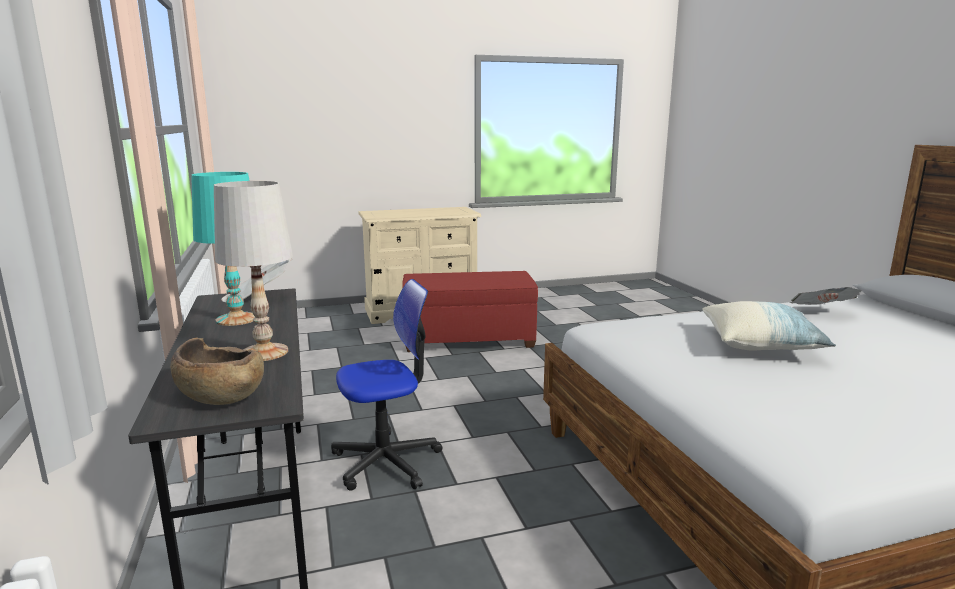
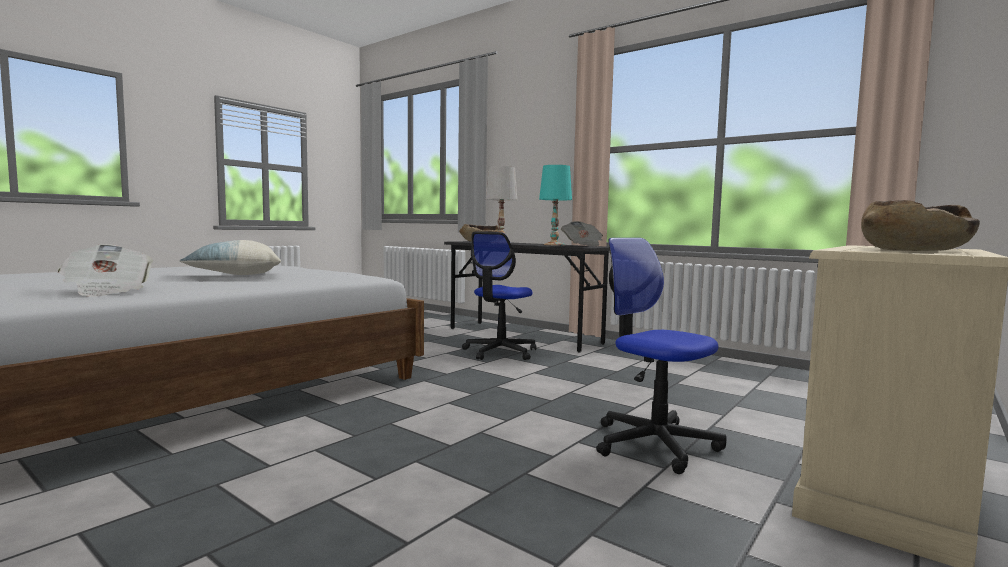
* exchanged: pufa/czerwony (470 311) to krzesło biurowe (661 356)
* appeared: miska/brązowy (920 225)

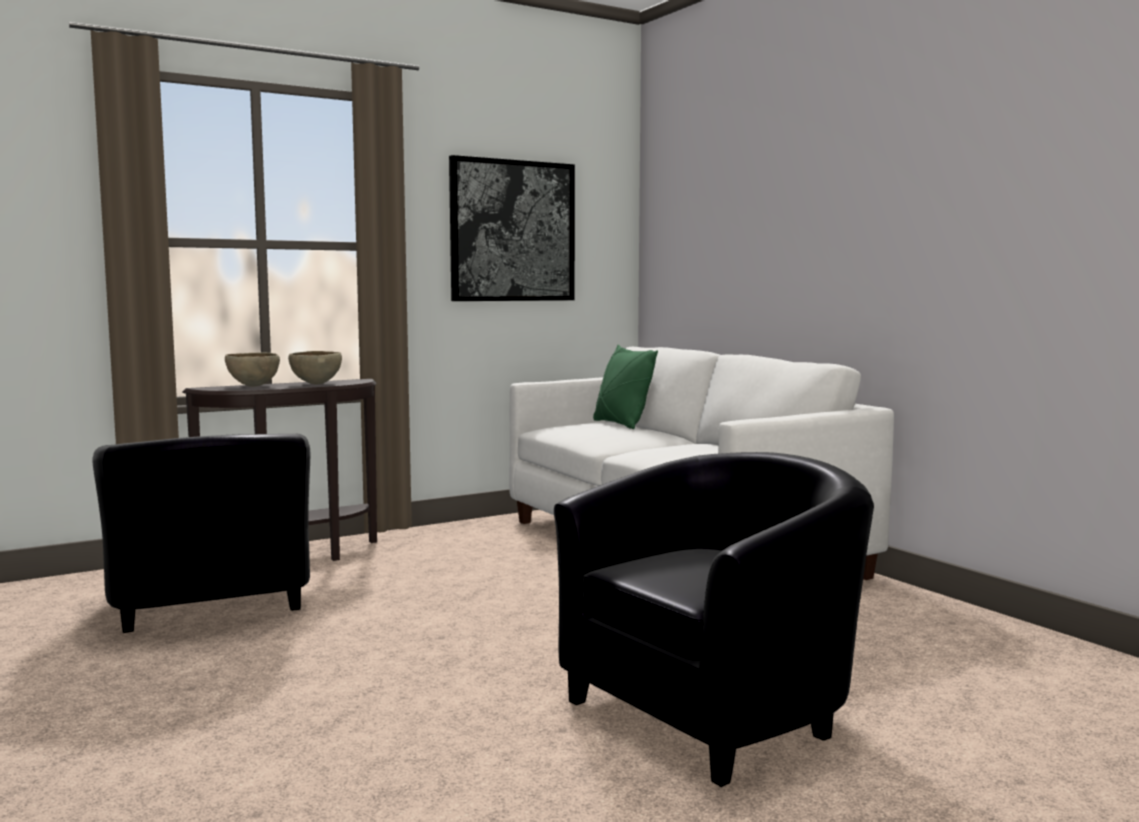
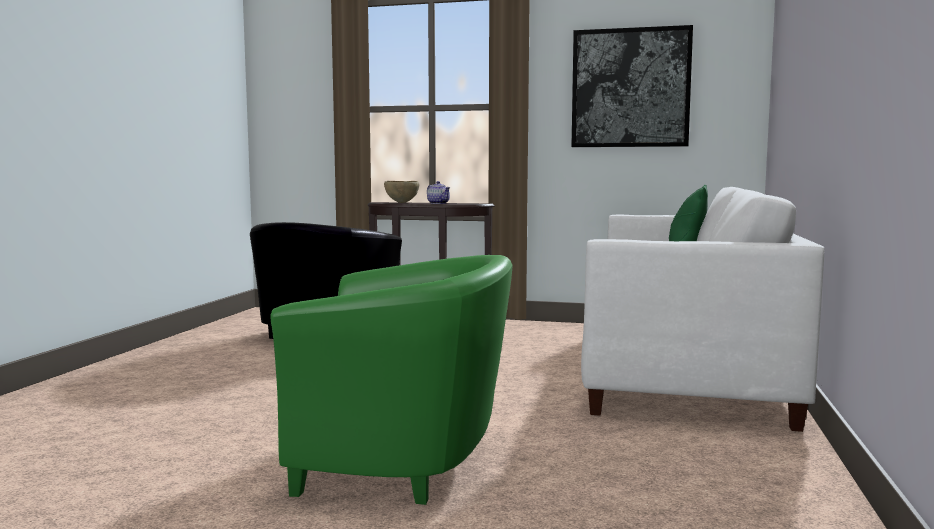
* exchanged: miska/brązowy (315 368) to imbryk (438 192)
* colour: fotel/czarny (714 619) to fotel/zielony (392 380)

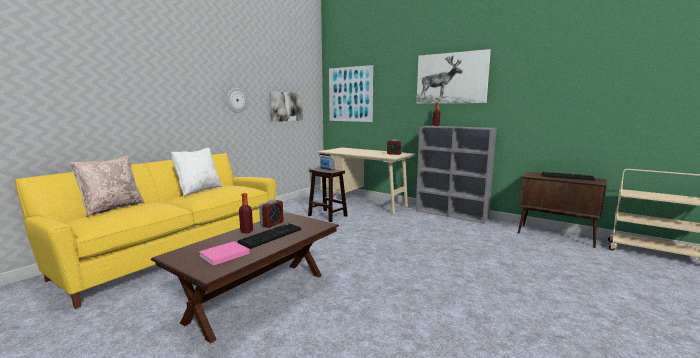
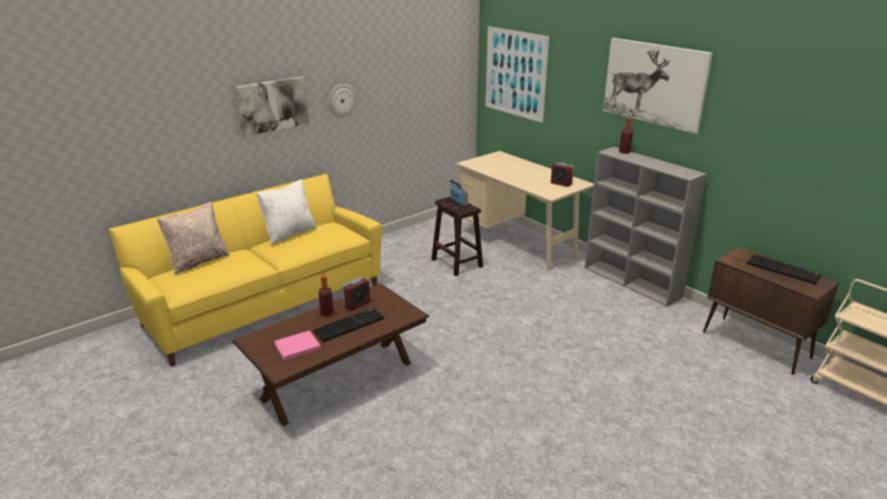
* relocated: obraz (286 107) to (272 106)

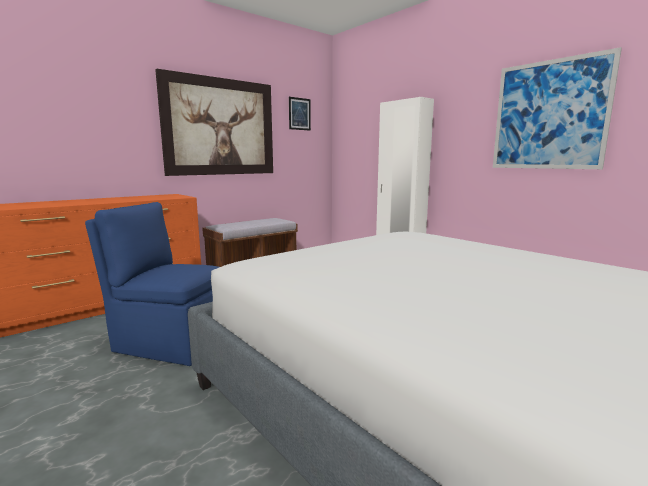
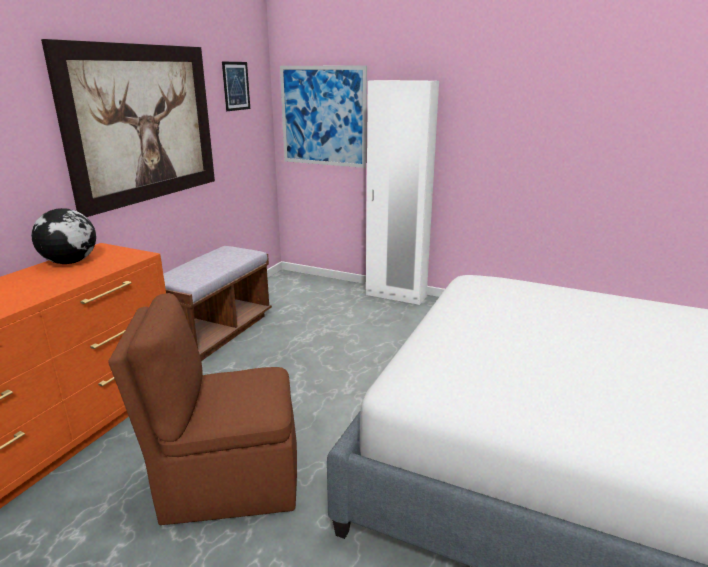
* colour: krzesło/niebieski (152 284) to krzesło/brązowy (202 409)
* relocated: obraz (557 108) to (323 117)
* appeared: globus (63 236)

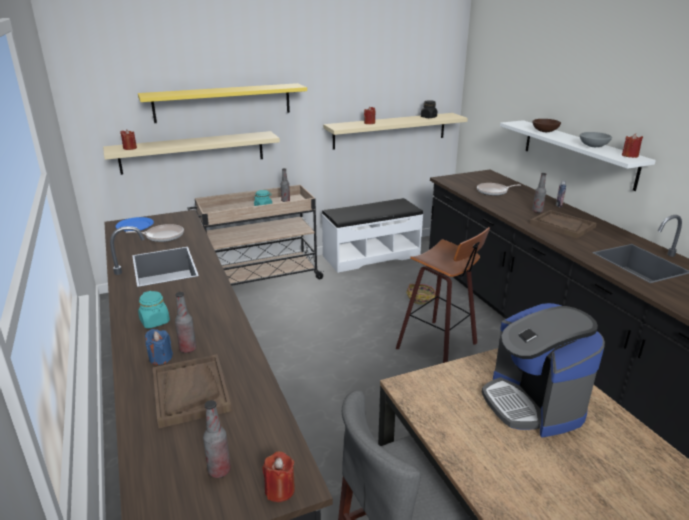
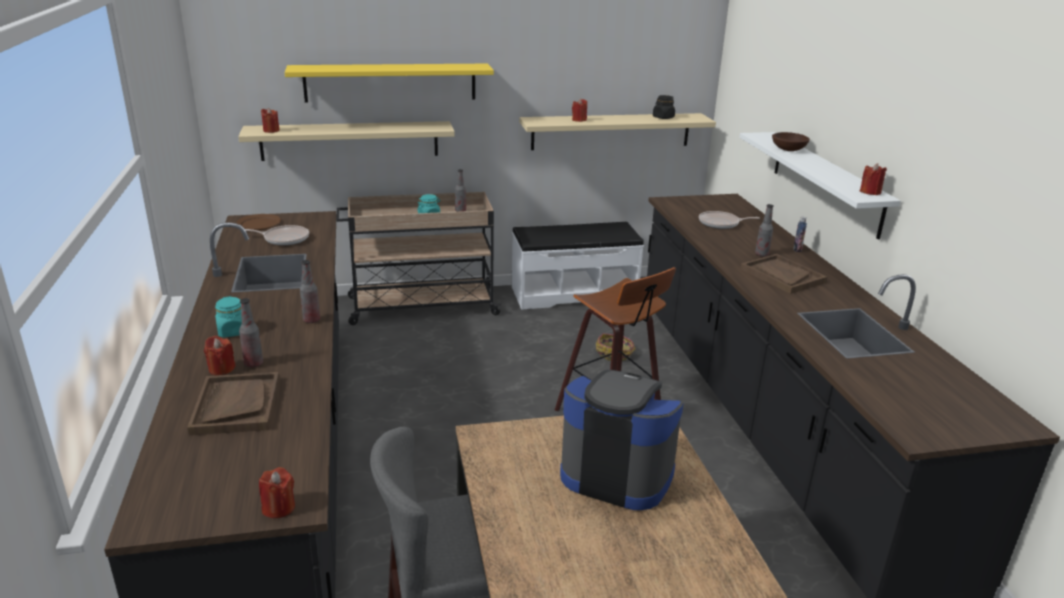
* colour: talerz/niebieski (135 224) to talerz/brązowy (258 222)
* colour: świeca/niebieski (159 347) to świeca/czerwony (220 355)
* relocated: butelka (217 439) to (310 291)
* spun: ekspres do kawy (543 370) = (622 440) 120 degrees clockwise
* missing: miska/szary (596 139)

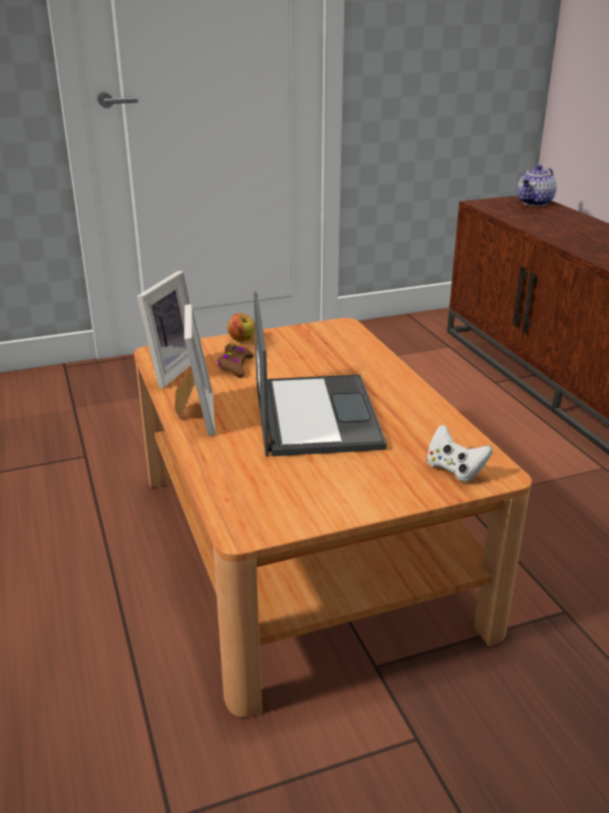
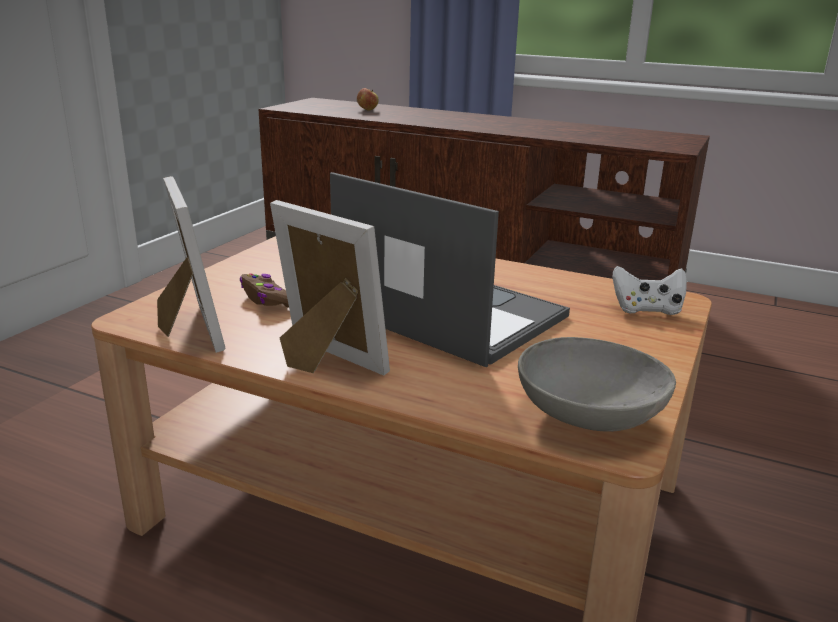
* relocated: jabłko (241 327) to (368 99)
* missing: imbryk (537 185)
* appeared: miska/szary (597 384)

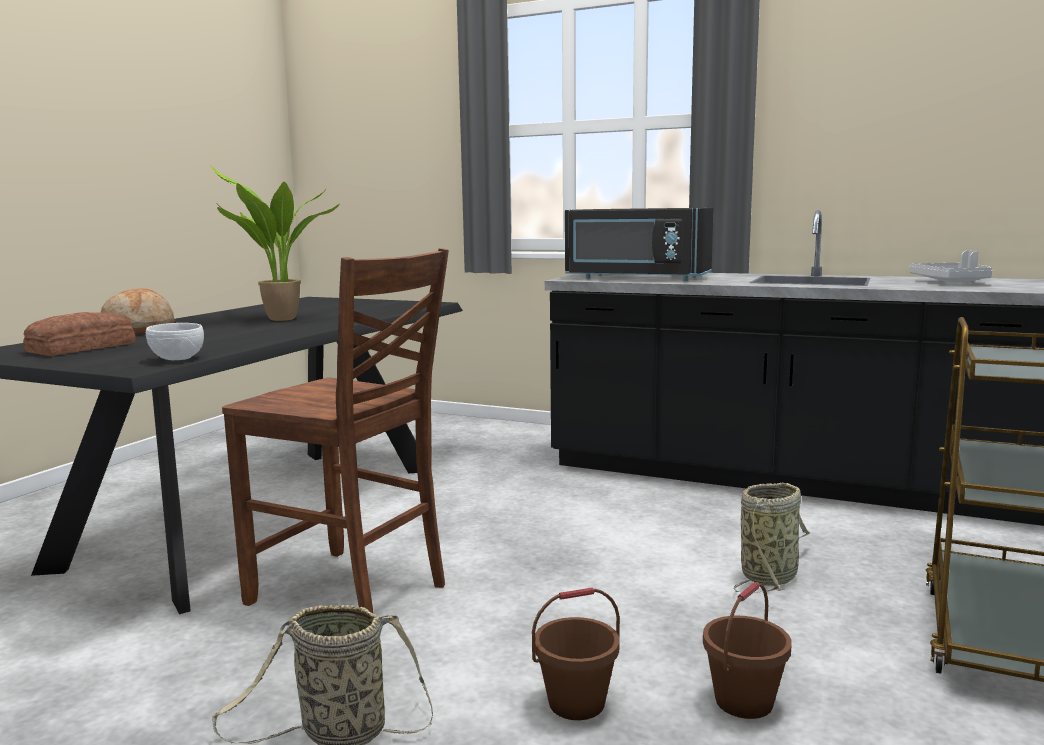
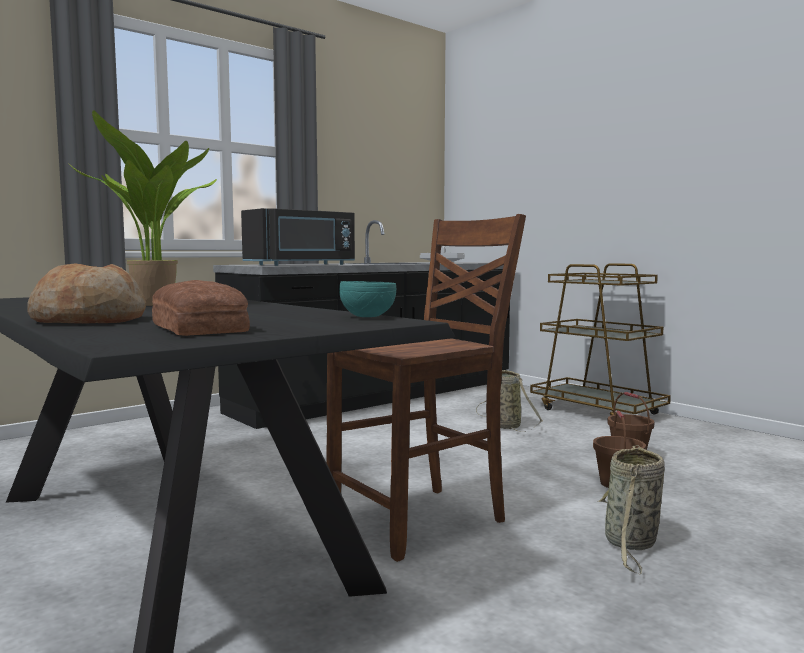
* colour: miska/biały (175 341) to miska/turkusowy (367 299)

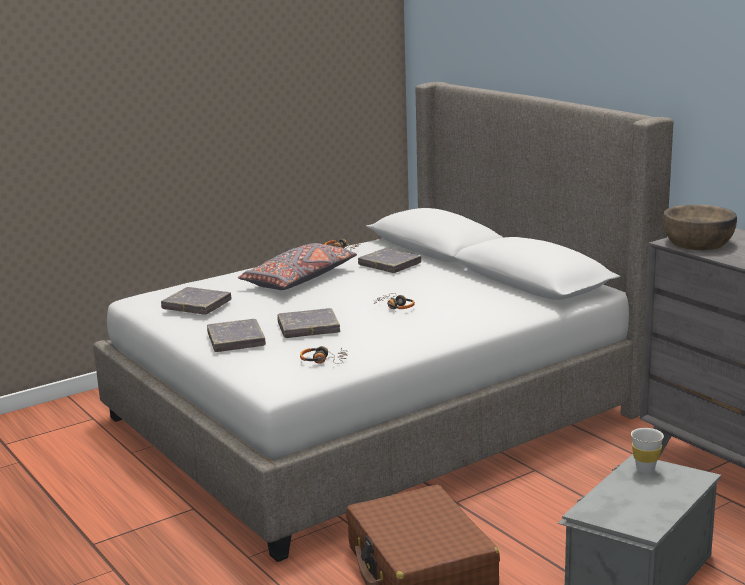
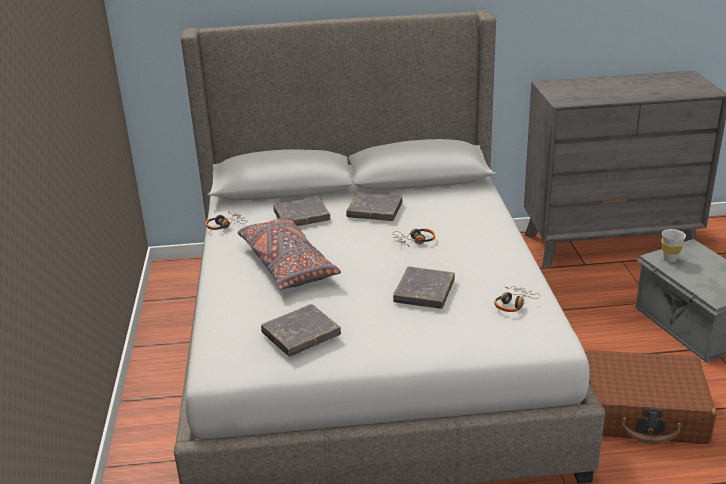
* relocated: książka/szary (236 335) to (374 207)
* missing: miska/brązowy (700 227)

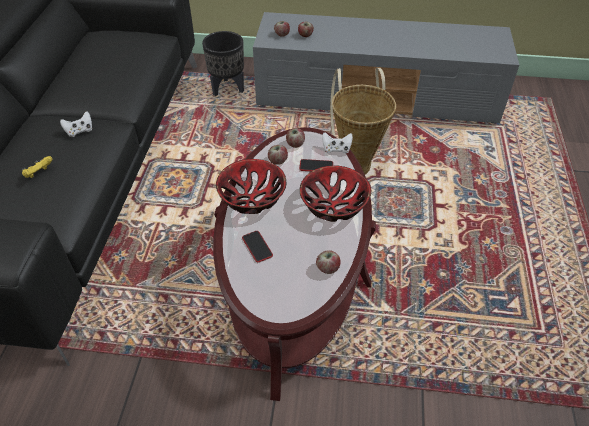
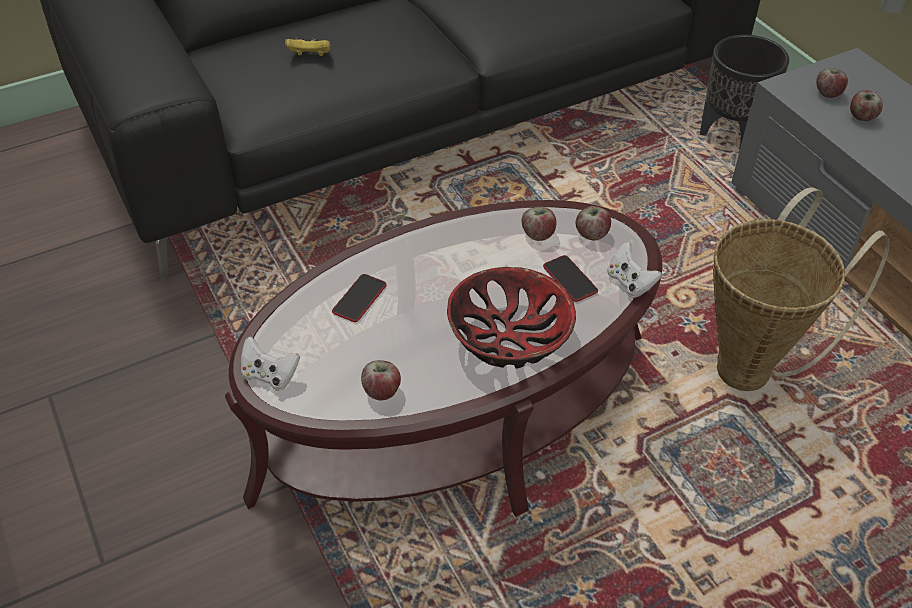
* relocated: pad do gier/biały (76 124) to (270 364)
* missing: miska (251 186)

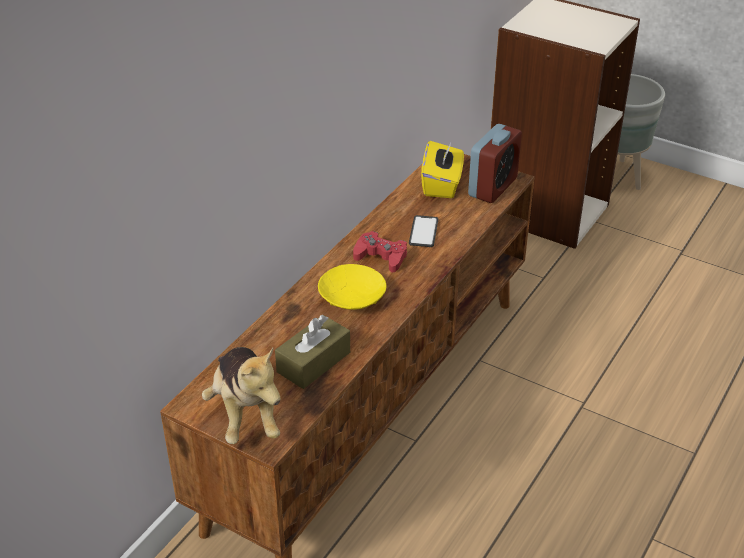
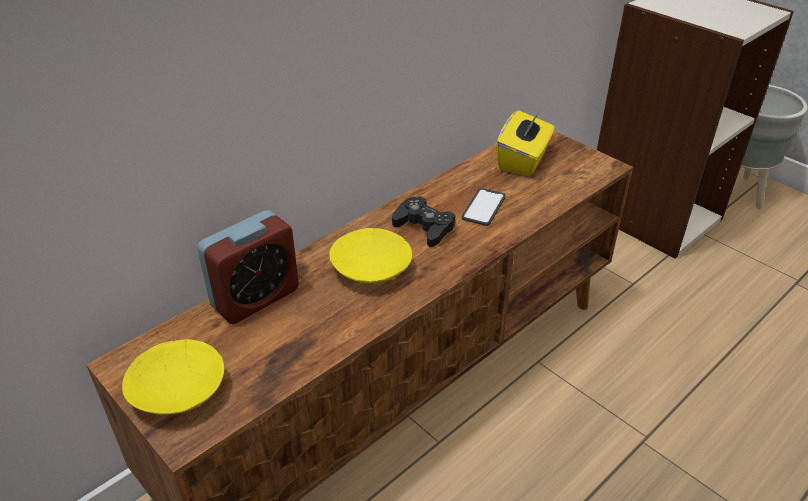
* exchanged: pluszak (241 395) to miska/żółty (173 377)
* missing: pudełko chusteczek/brązowy (312 352)
* colour: pad do gier/czerwony (380 252) to pad do gier/czarny (423 222)
* relocated: budzik (495 163) to (248 267)

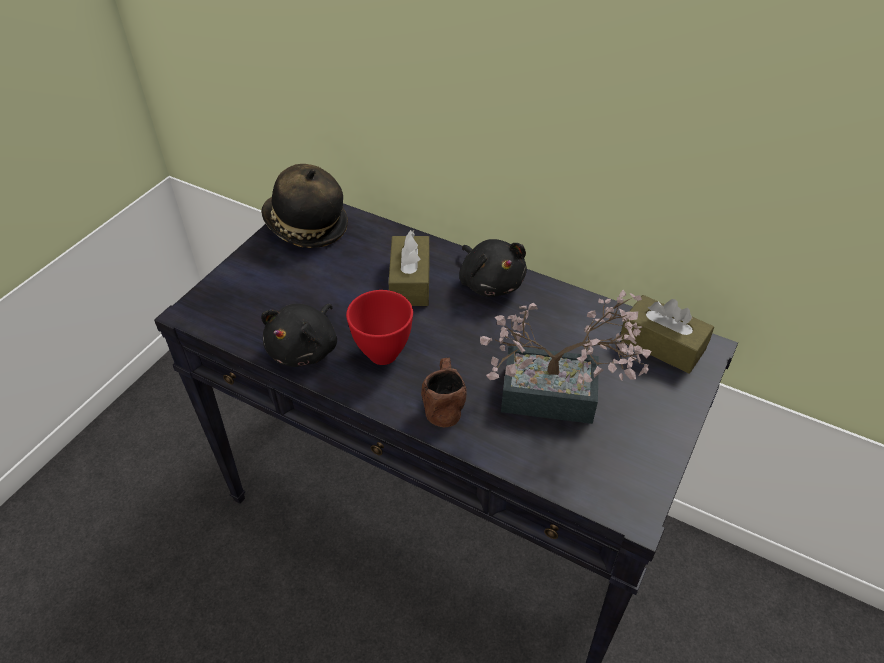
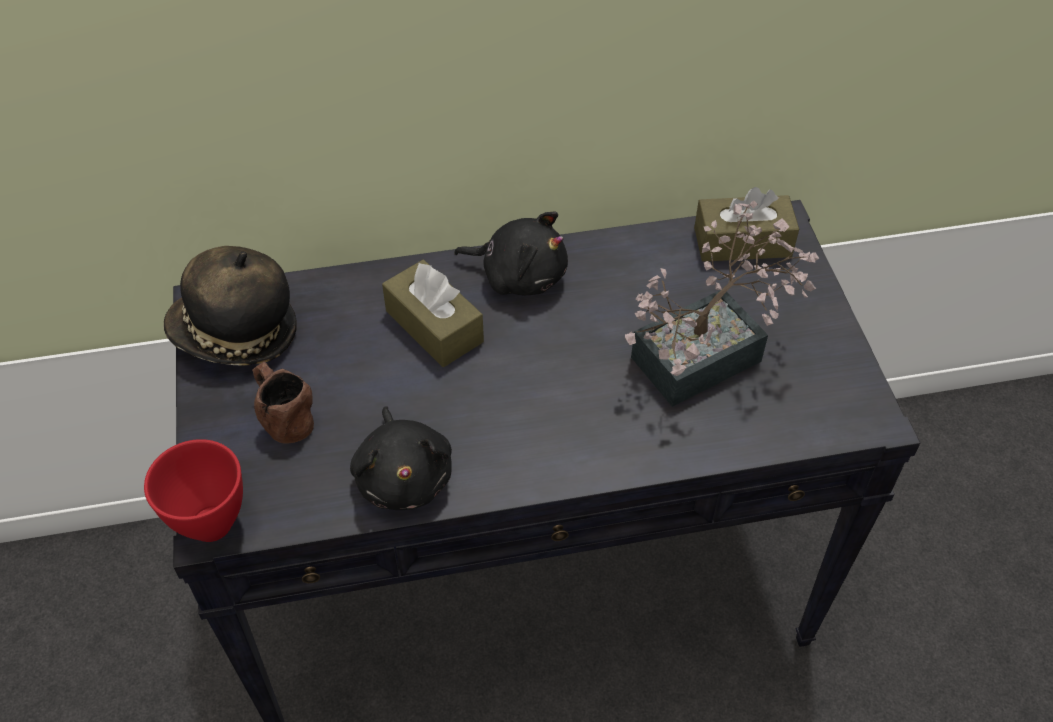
* relocated: miska/czerwony (379 327) to (193 490)
* relocated: kubek/brązowy (444 392) to (283 402)

